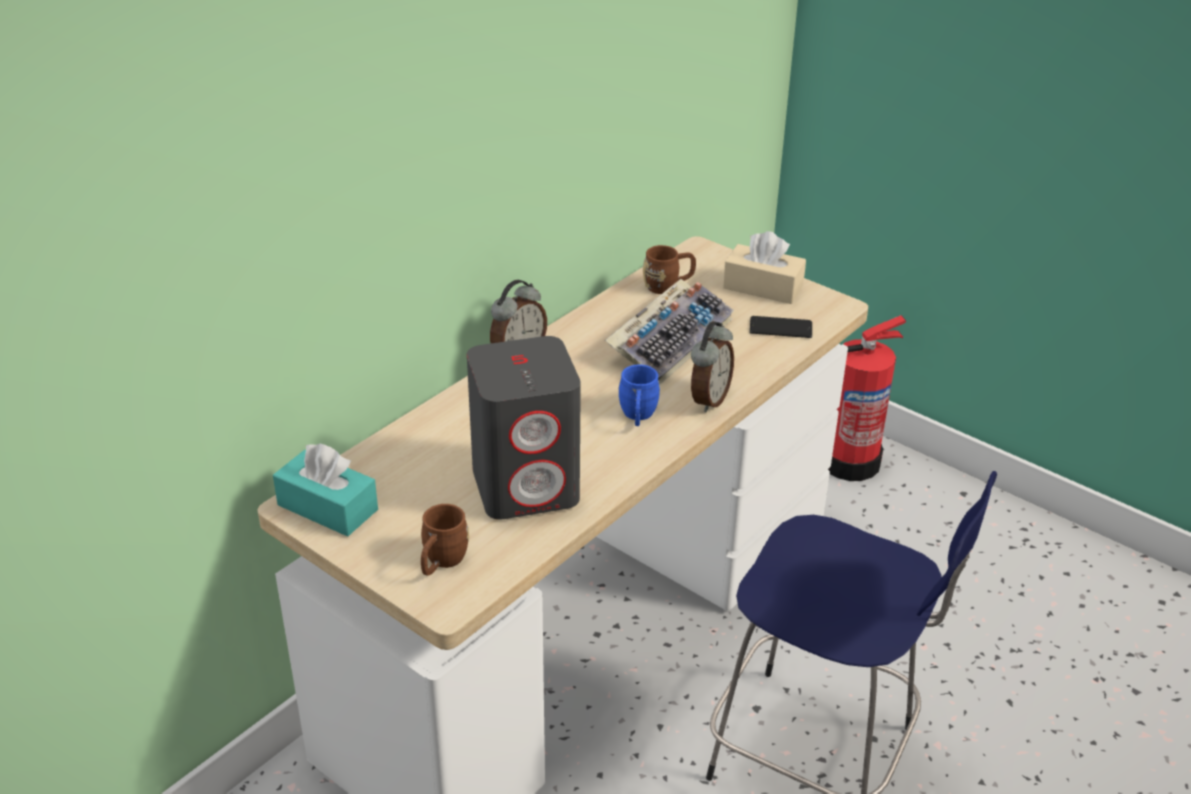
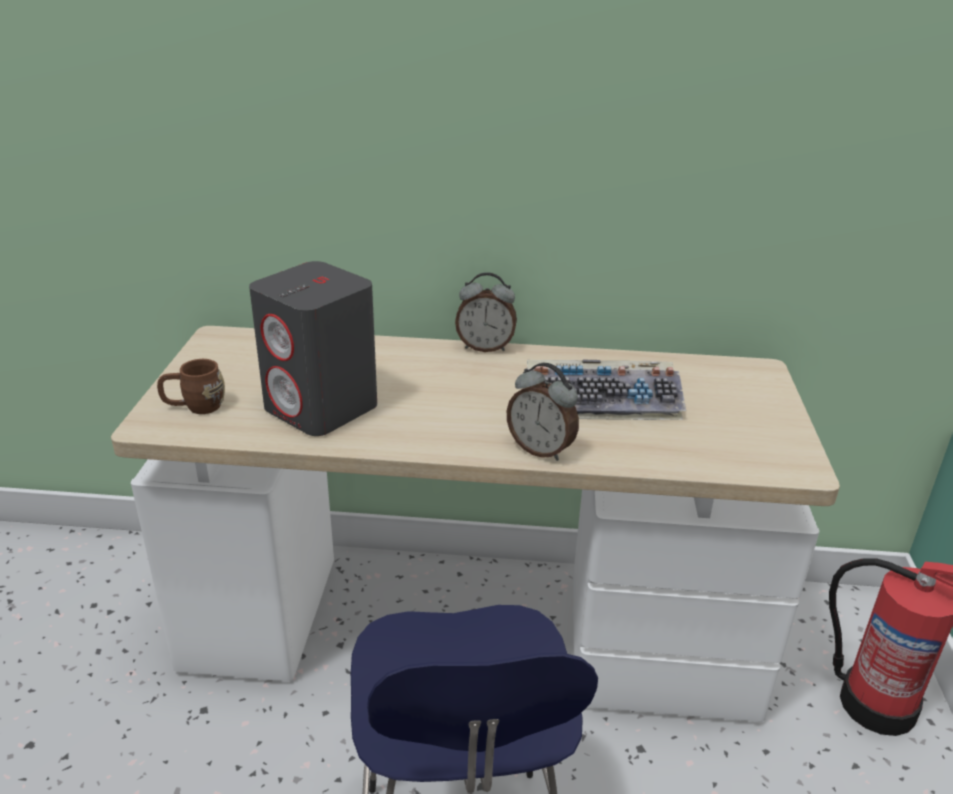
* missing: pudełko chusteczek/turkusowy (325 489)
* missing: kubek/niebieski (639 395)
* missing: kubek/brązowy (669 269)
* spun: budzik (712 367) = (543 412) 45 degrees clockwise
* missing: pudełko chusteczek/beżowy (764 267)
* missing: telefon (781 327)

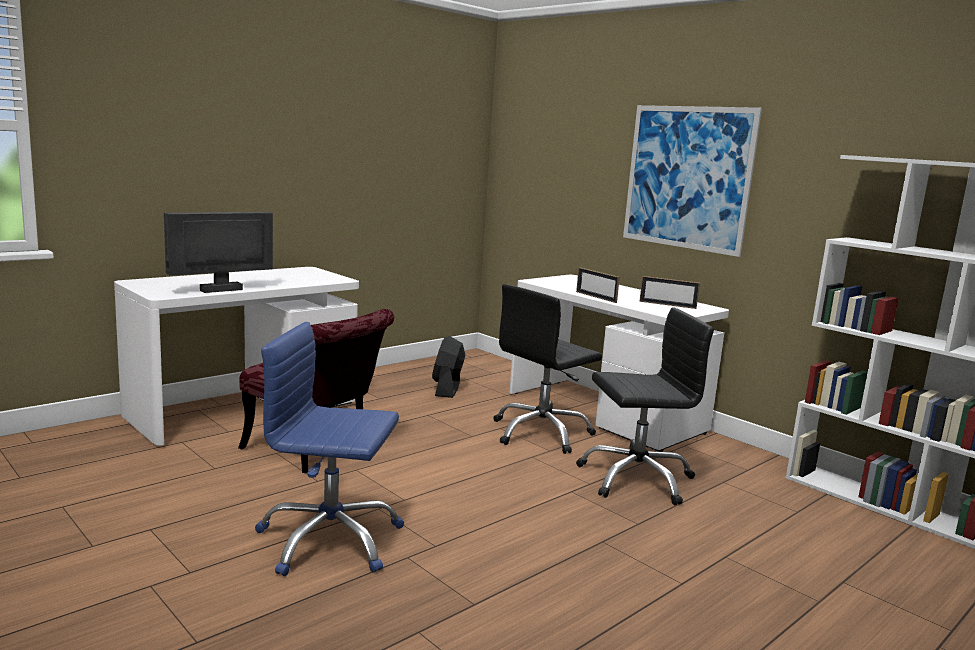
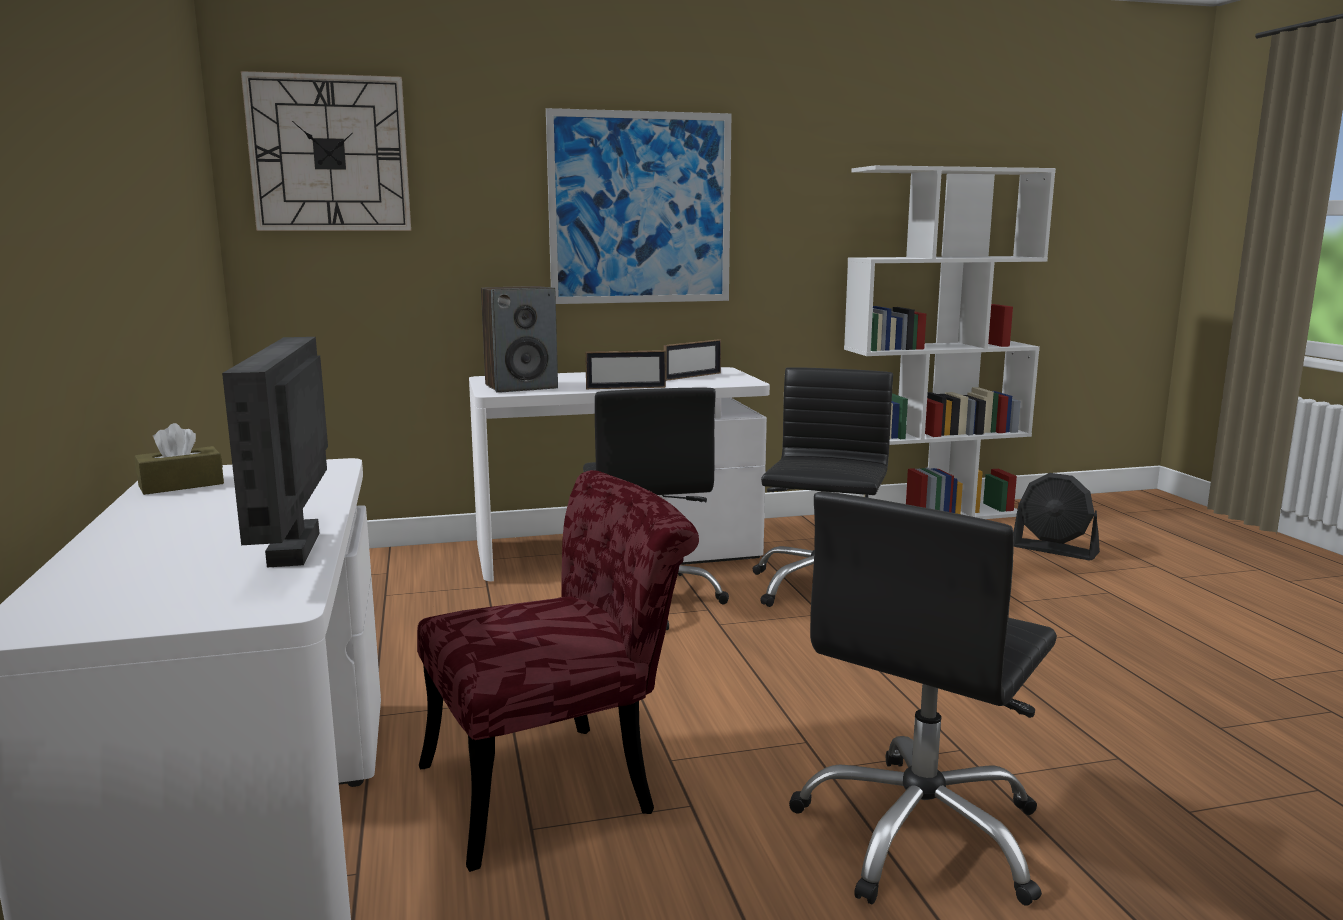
* colour: krzesło biurowe/niebieski (329 449) to krzesło biurowe/czarny (923 698)
* relocated: wentylator/czarny (448 367) to (1056 516)
* appeared: pudełko chusteczek/brązowy (179 459)
* appeared: zegar ścienny (326 151)
* appeared: głośnik (519 339)

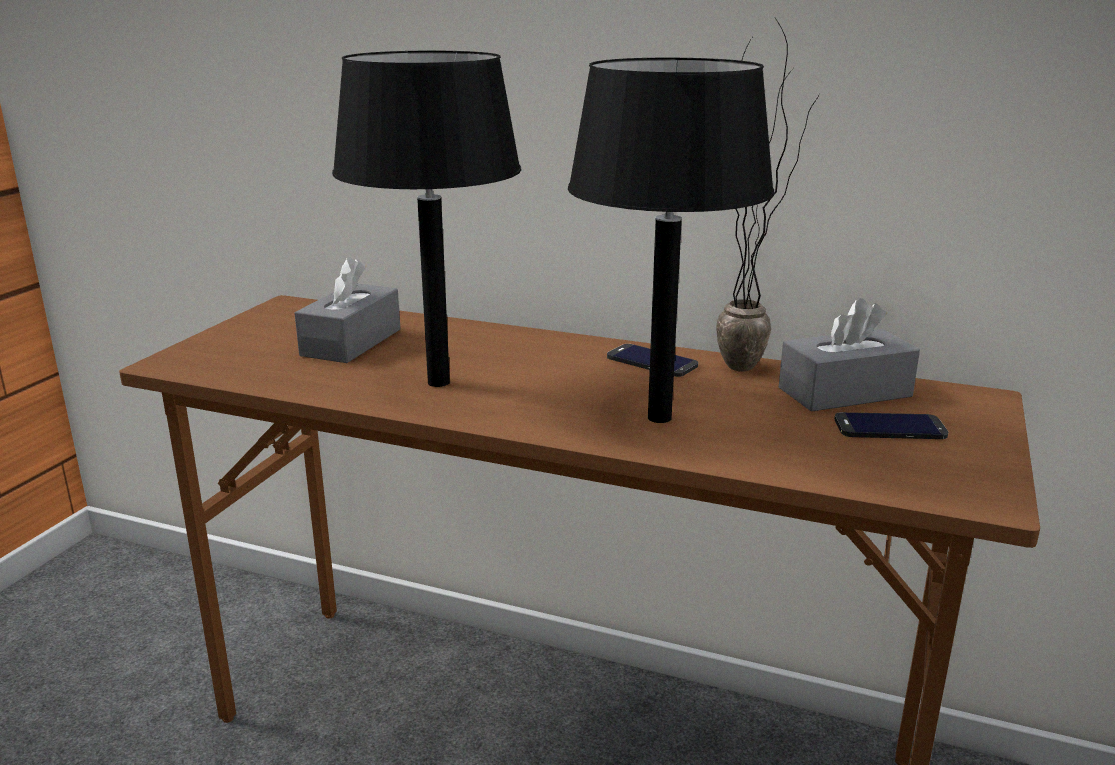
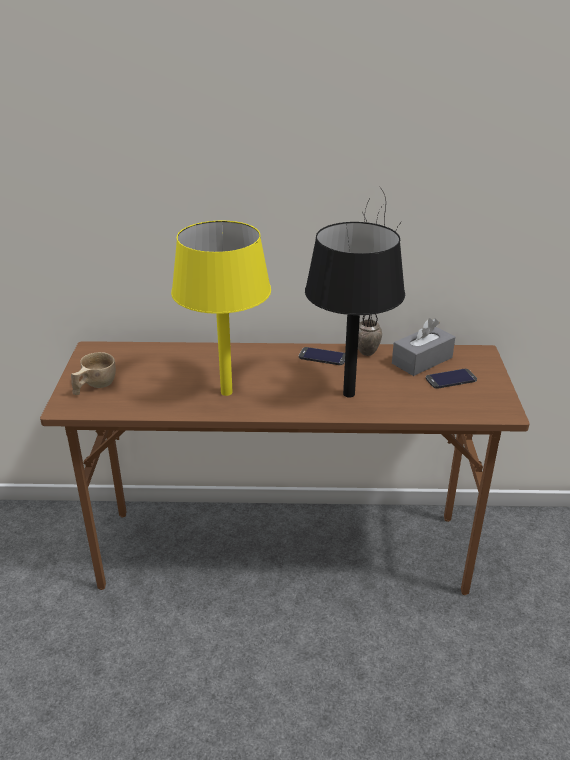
* missing: pudełko chusteczek/szary (347 310)
* colour: lampa stołowa/czarny (426 219) to lampa stołowa/żółty (221 308)
* appeared: filiżanka/beżowy (93 373)

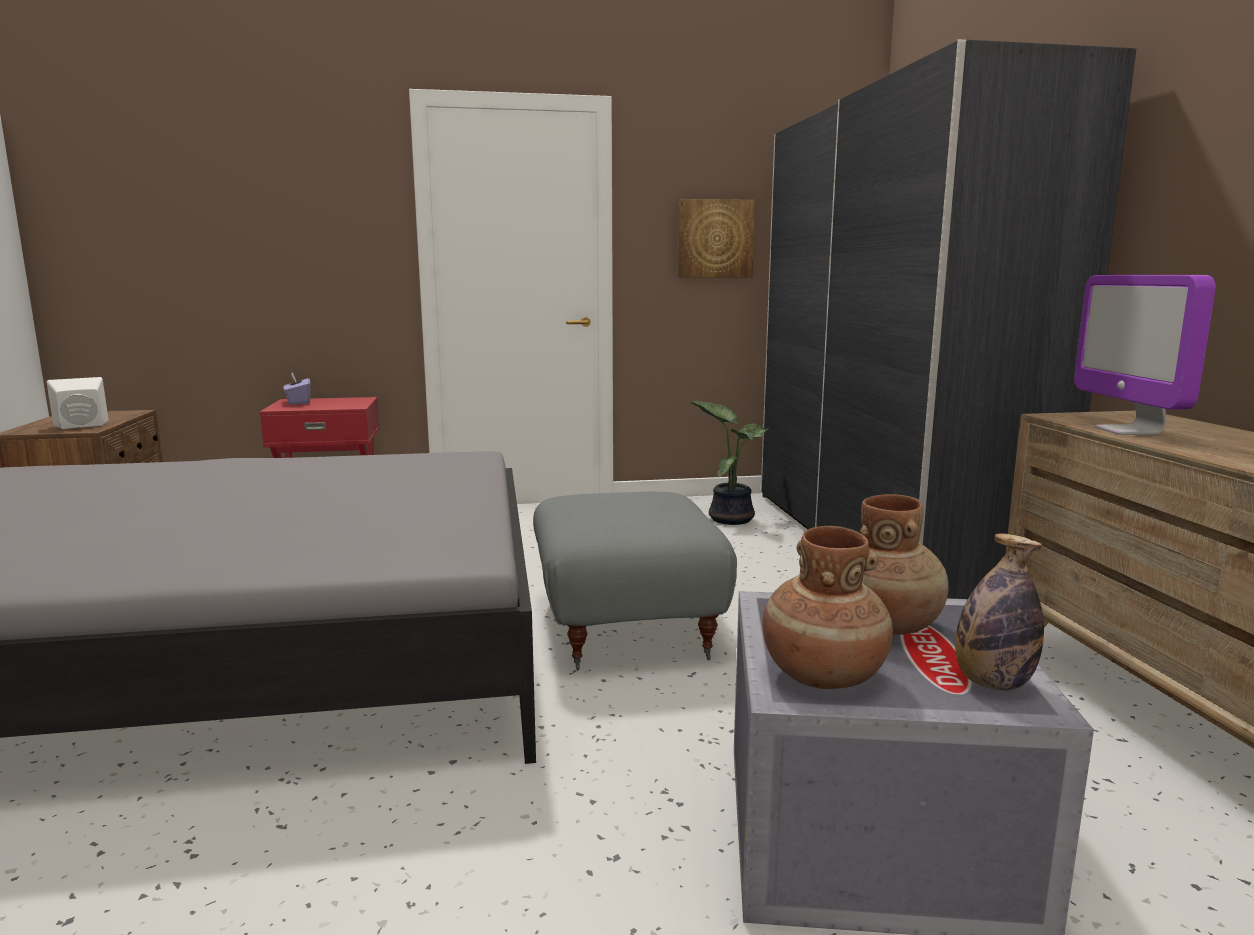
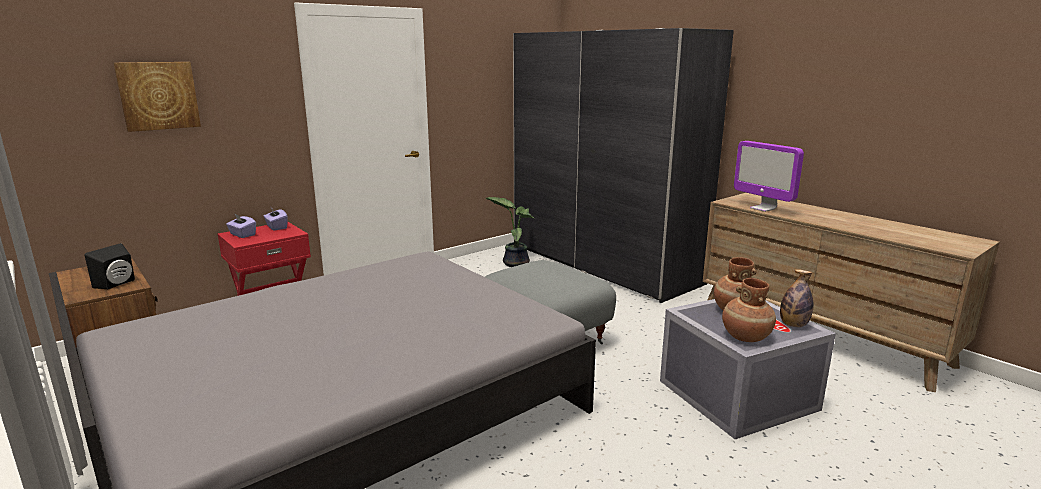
* colour: głośnik/biały (77 403) to głośnik/czarny (109 266)
* relocated: obraz (716 238) to (157 97)
* appeared: pudełko chusteczek/fioletowy (276 219)

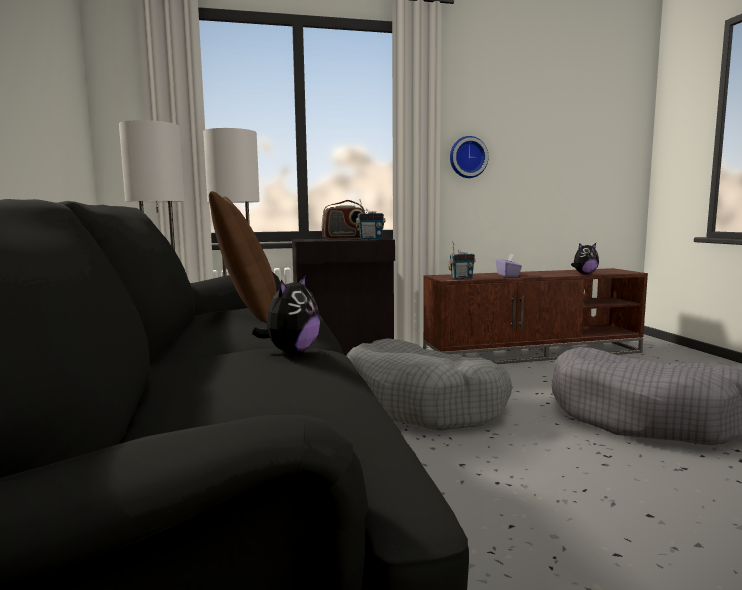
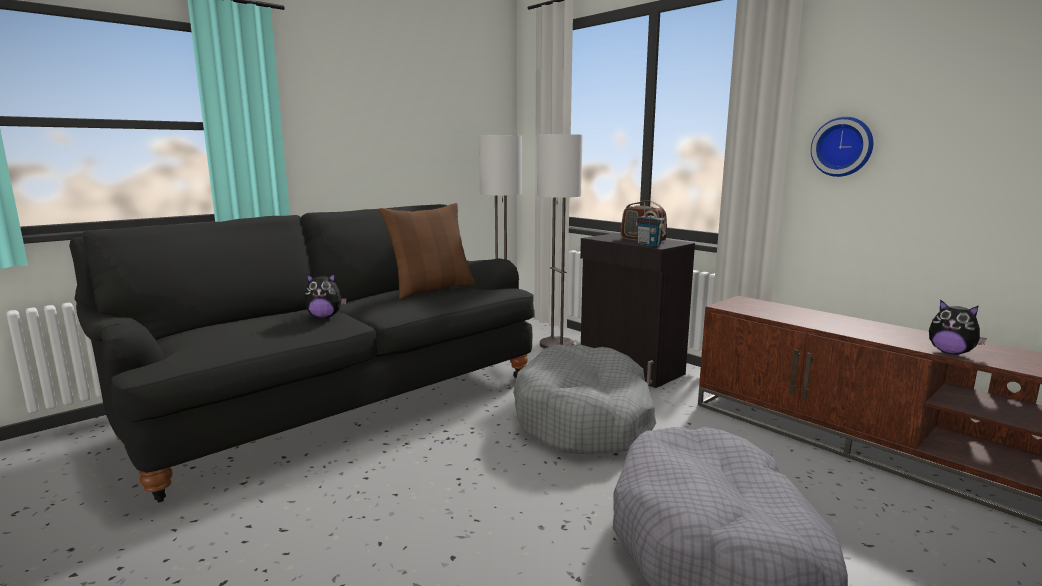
* missing: radio (462 260)
* missing: pudełko chusteczek/fioletowy (509 265)

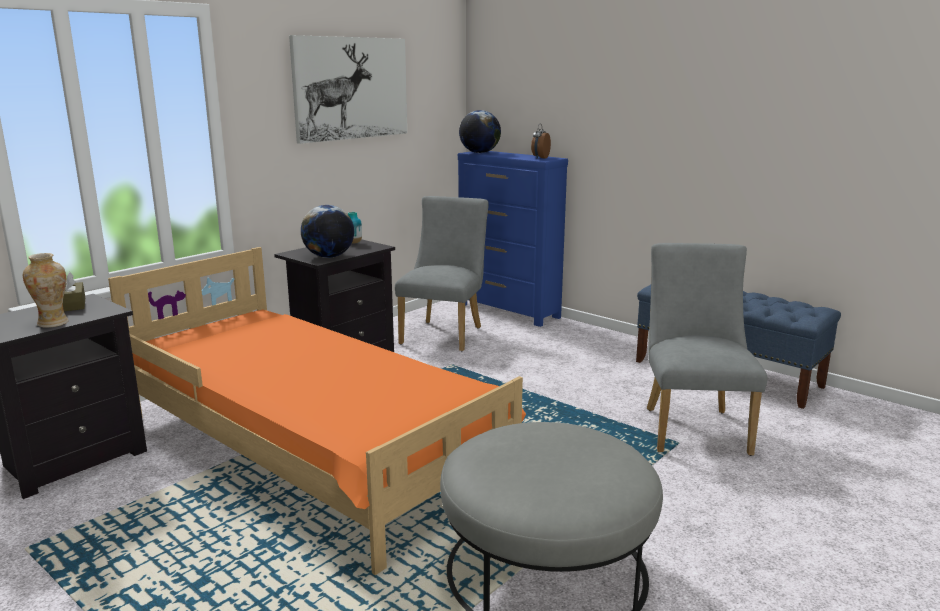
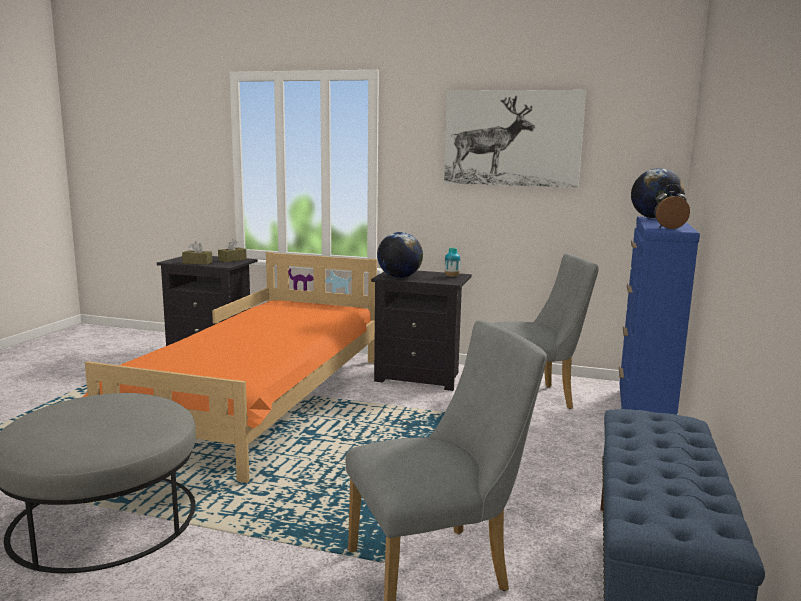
* exchanged: wazon (46 290) to pudełko chusteczek/brązowy (197 253)

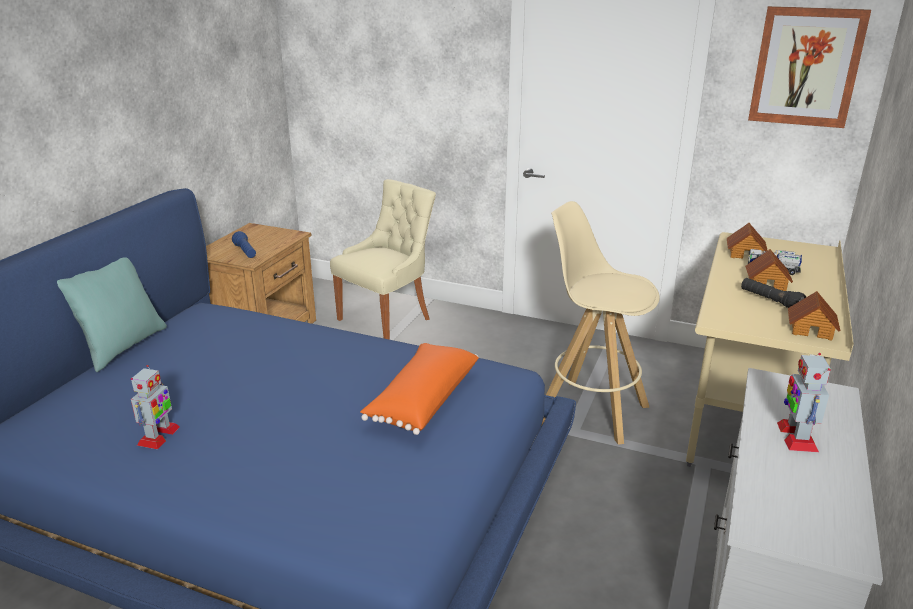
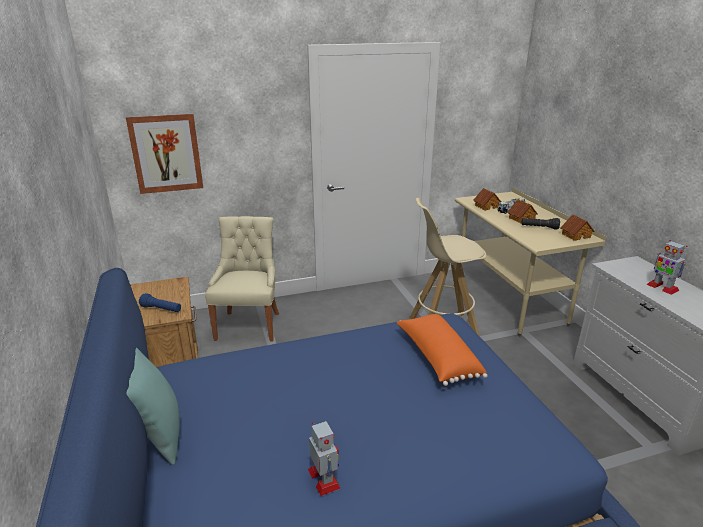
* relocated: obraz (809 67) to (164 154)

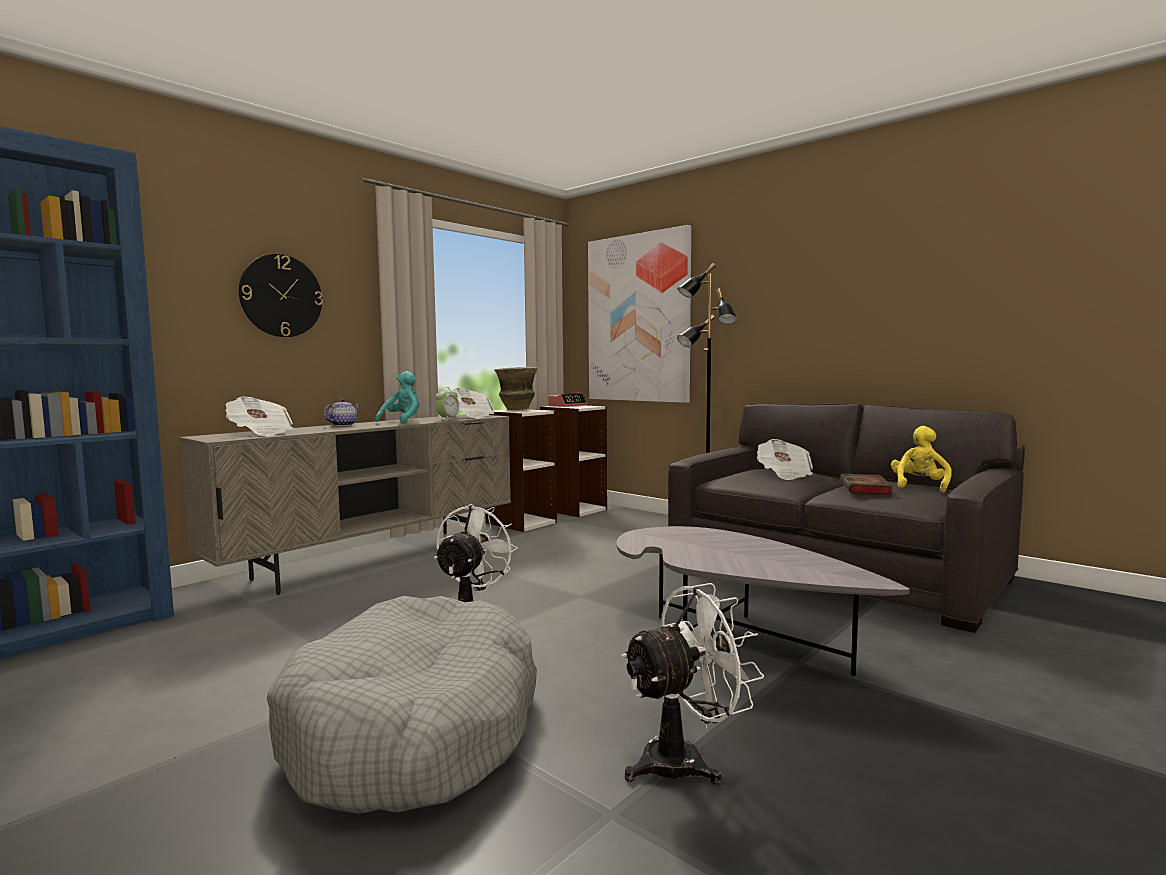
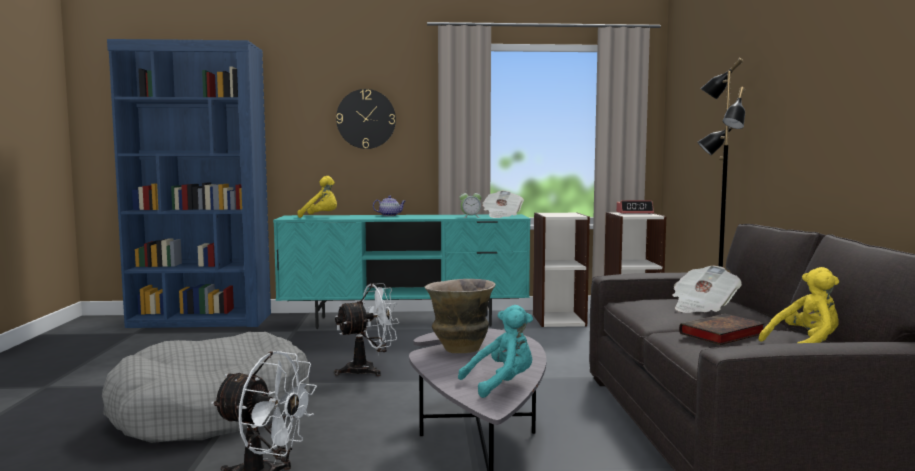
* colour: szafka pod telewizor/beżowy (345 504) to szafka pod telewizor/turkusowy (402 271)
* exchanged: gazeta (259 416) to pluszak/żółty (317 197)
* relocated: pluszak/turkusowy (397 397) to (495 351)
* relocated: wazon (516 388) to (460 316)
* missing: obraz (639 314)

